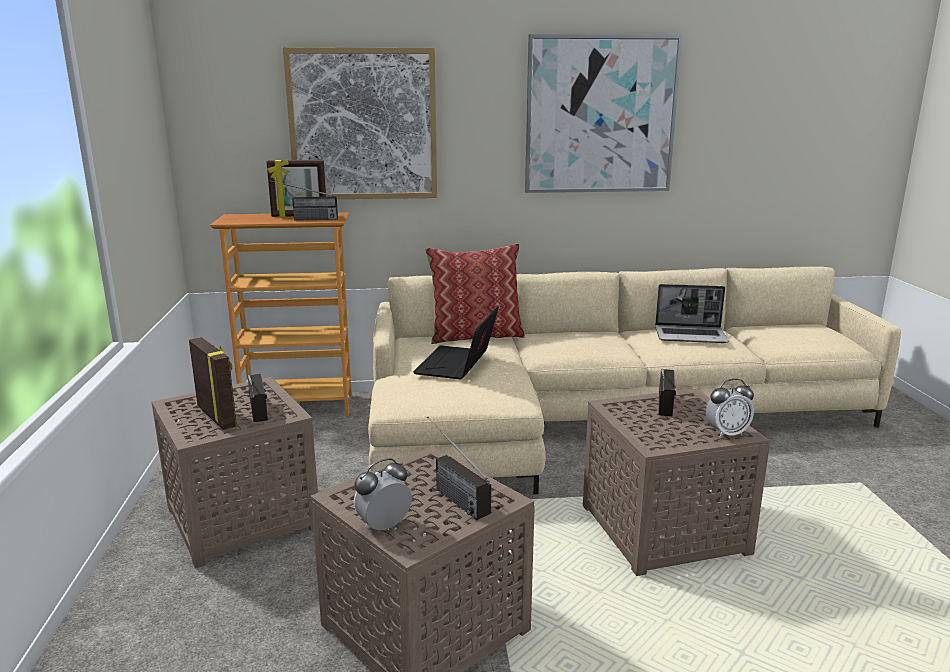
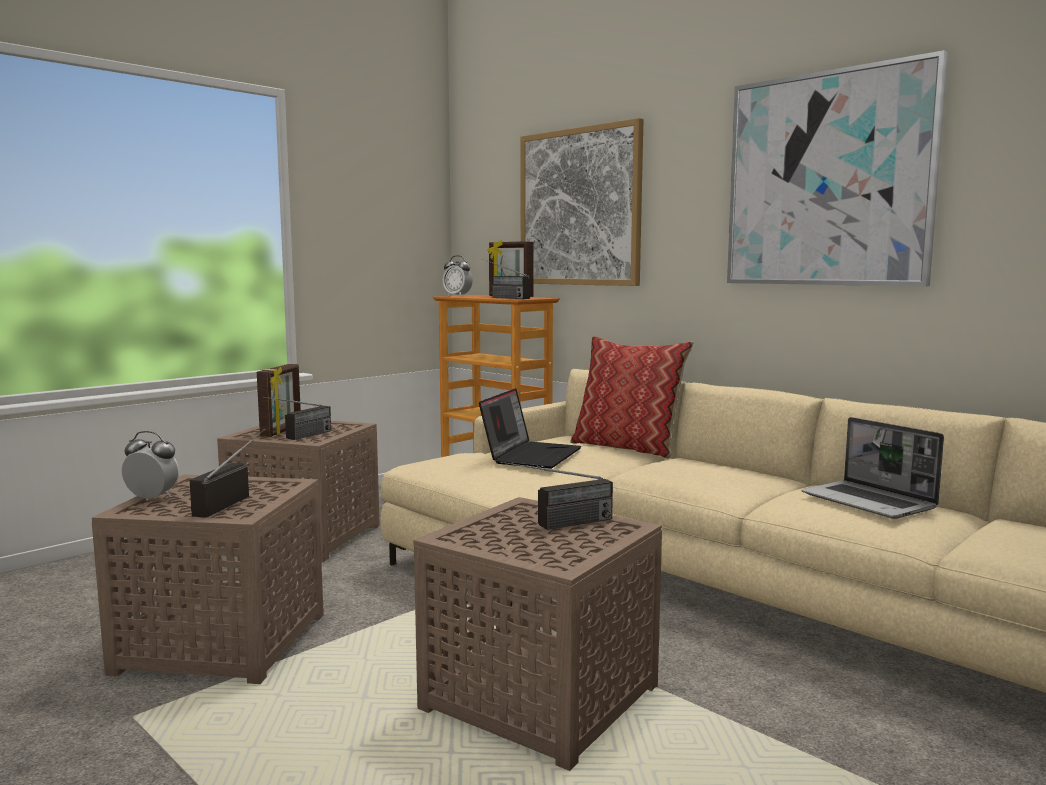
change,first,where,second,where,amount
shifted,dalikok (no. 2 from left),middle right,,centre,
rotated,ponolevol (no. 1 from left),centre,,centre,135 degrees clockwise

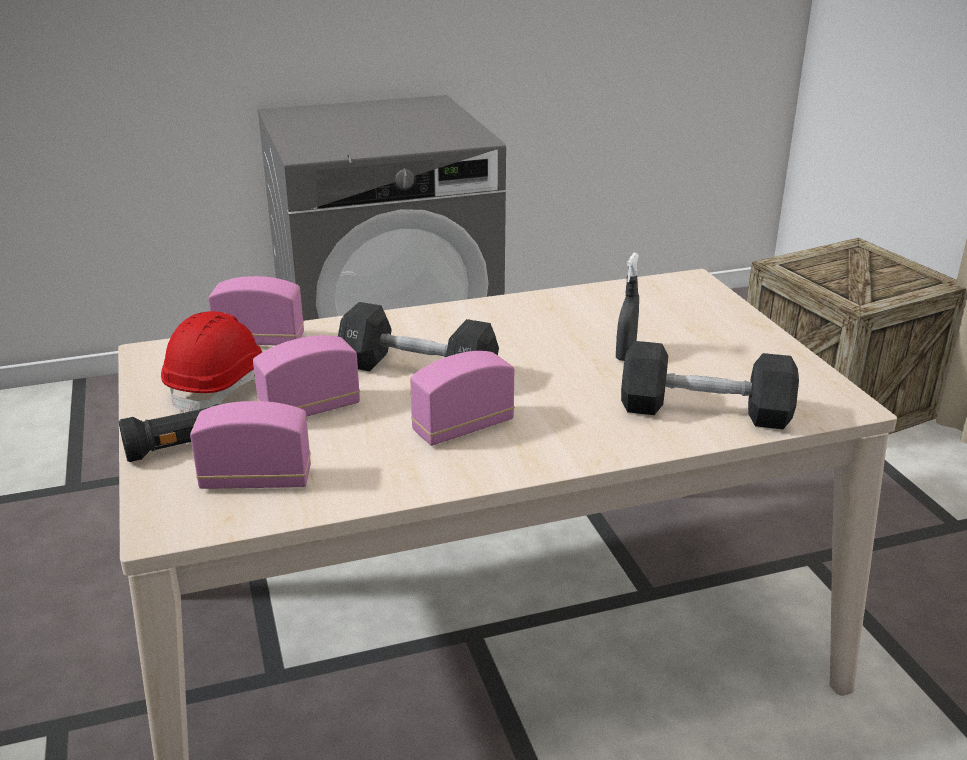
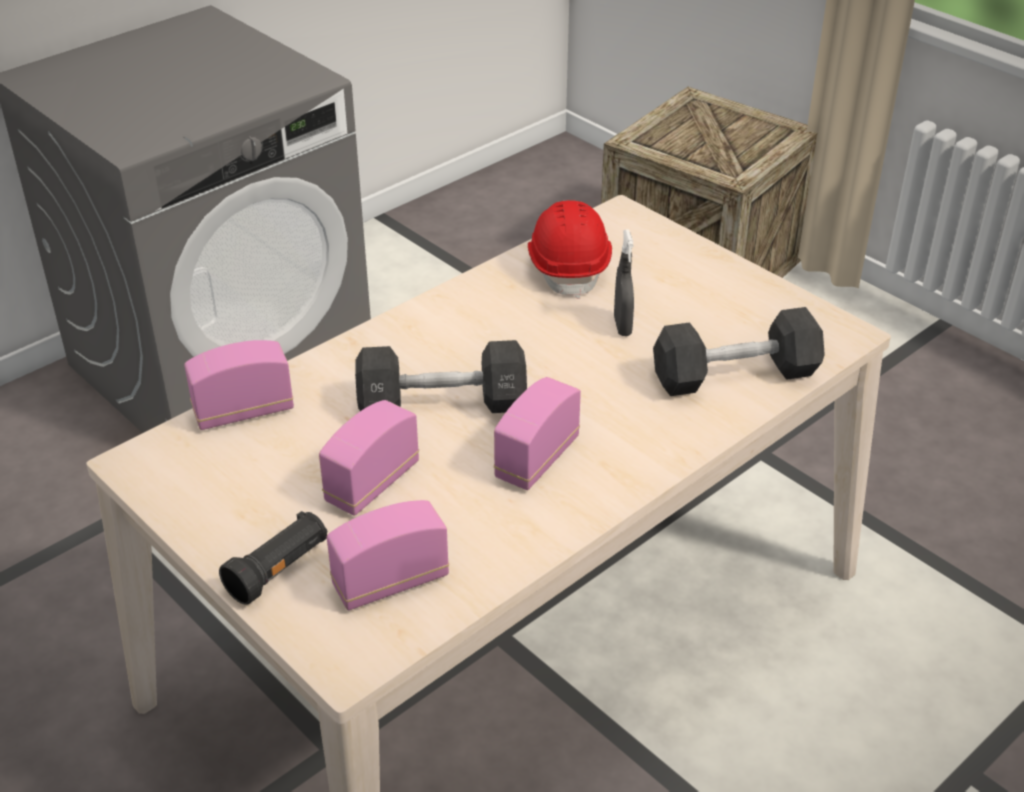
change,first,where,second,where,amount
shifted,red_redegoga,middle left,,top centre,

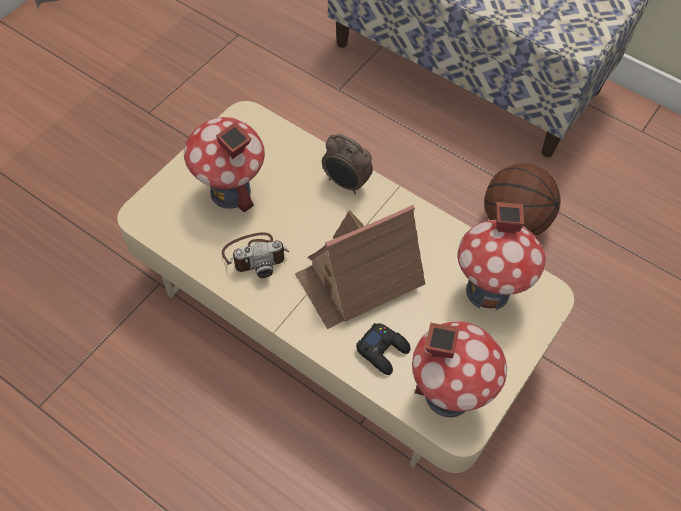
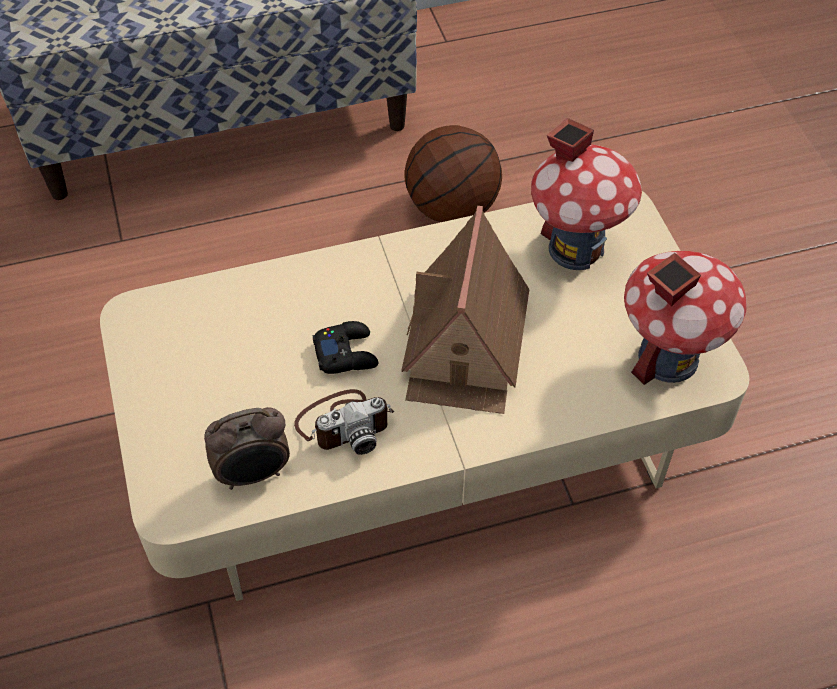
change,first,where,second,where,amount
shifted,dalikok,top centre,,middle left,
rotated,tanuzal,centre,,centre,45 degrees clockwise
shifted,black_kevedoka,bottom centre,,centre,
gone,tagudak (no. 1 from left),top left,,,

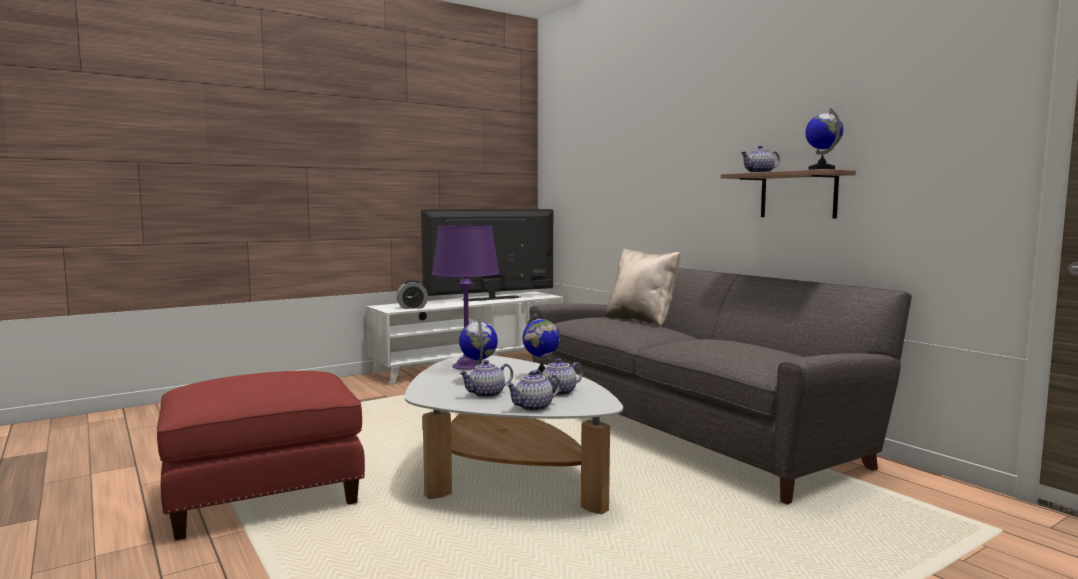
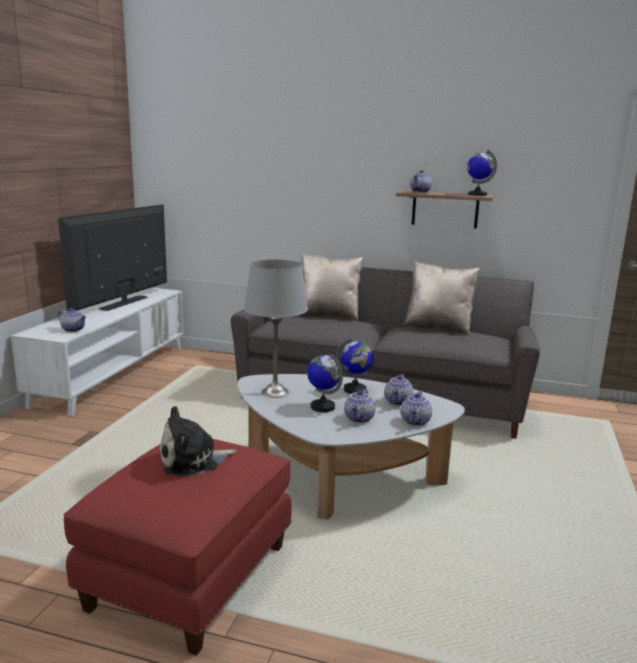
change,first,where,second,where,amount
swapped,dalikok,centre,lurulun (no. 1 from left),middle left,
new,,,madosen,middle left,
repainted,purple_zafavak,centre,grey_zafavak,centre,
new,,,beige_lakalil (no. 2 from left),middle right,

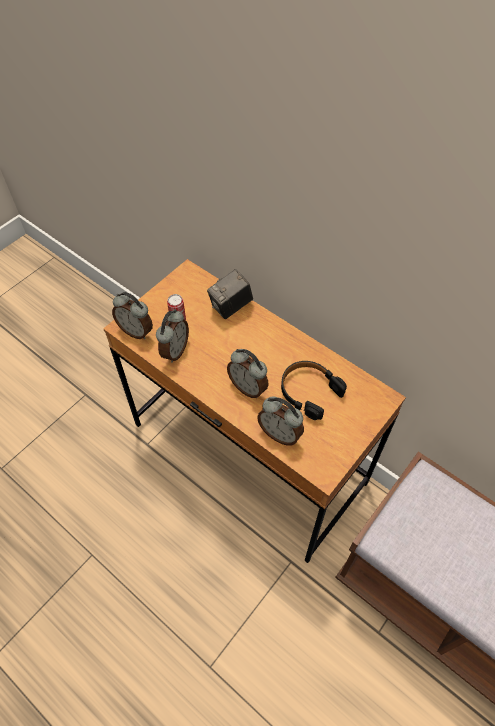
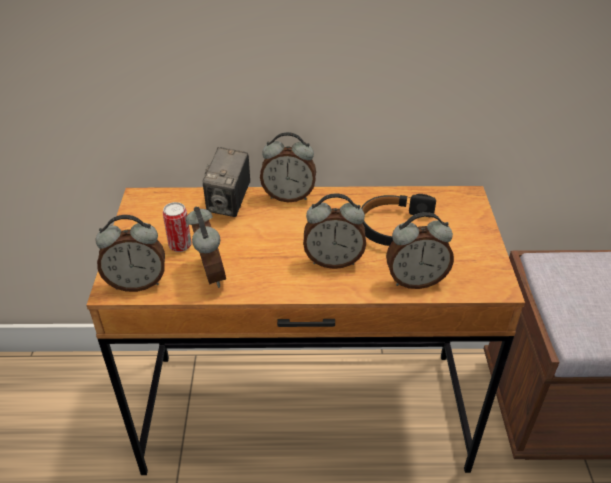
change,first,where,second,where,amount
new,,,dalikok (no. 3 from left),centre,

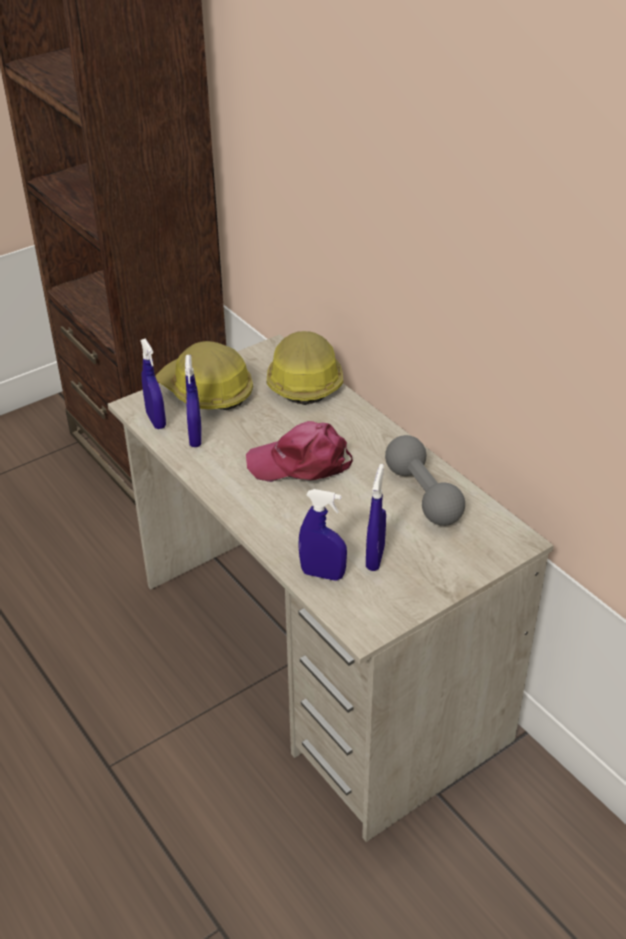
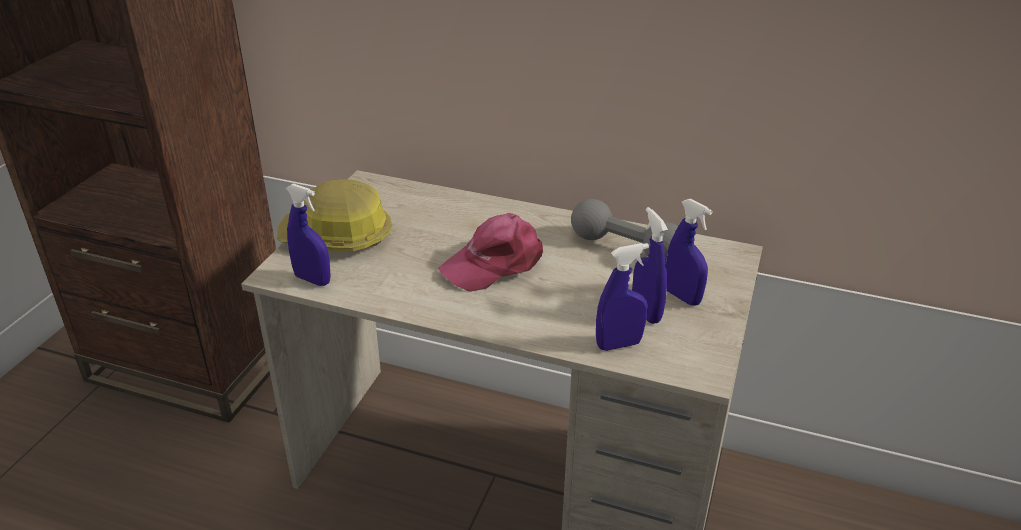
change,first,where,second,where,amount
shifted,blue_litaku (no. 2 from left in the first image),middle left,blue_litaku (no. 4 from left),middle right,
gone,redegoga (no. 2 from left),centre,,,

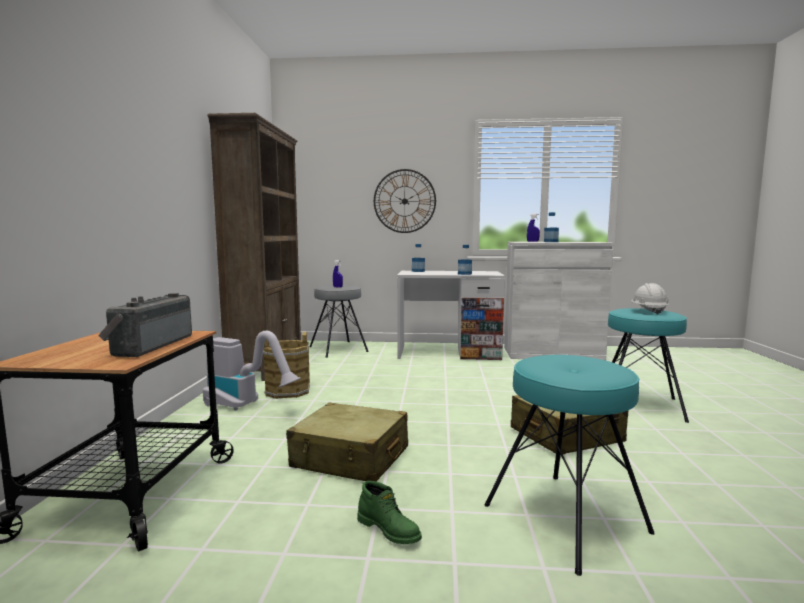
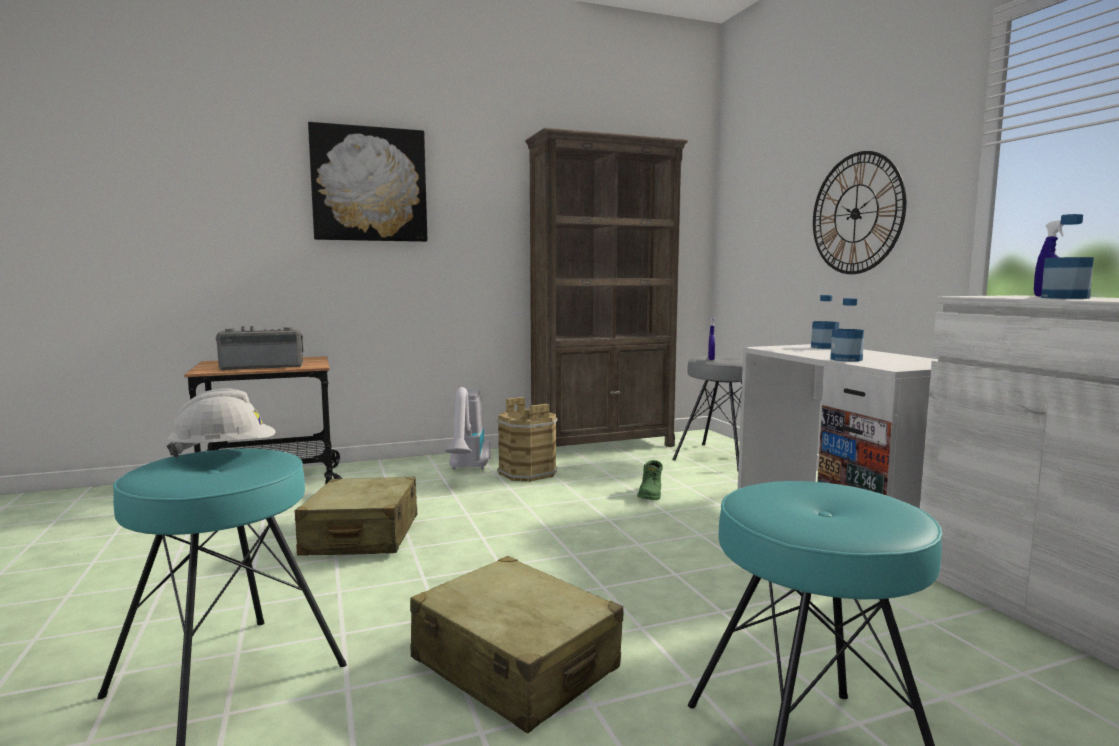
change,first,where,second,where,amount
shifted,white_redegoga,middle right,,middle left,
new,,,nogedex,top left,
shifted,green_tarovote,bottom centre,,centre,

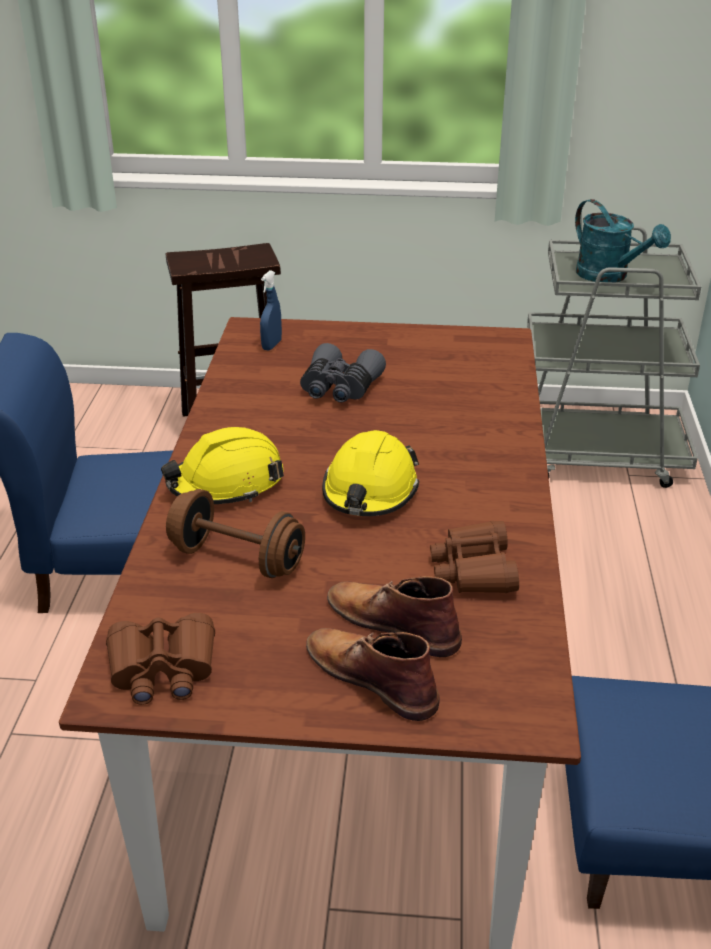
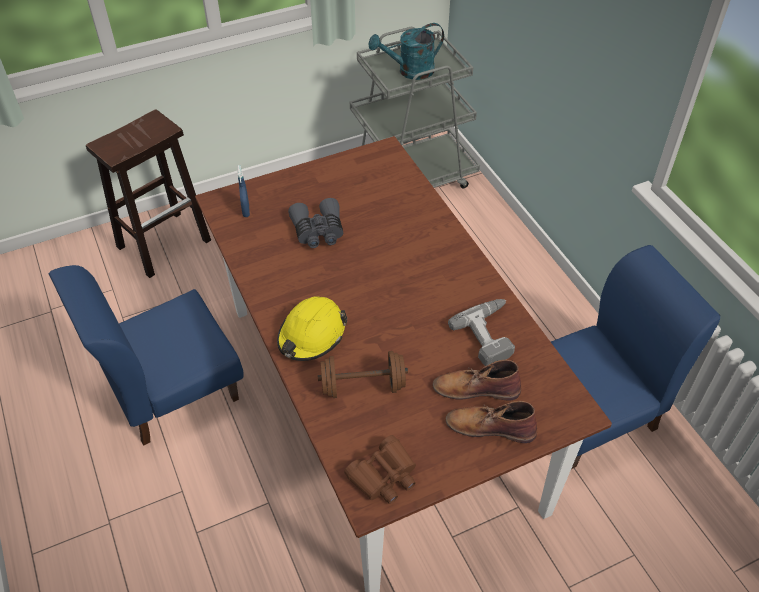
change,first,where,second,where,amount
rotated,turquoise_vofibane,top right,,top centre,135 degrees clockwise
swapped,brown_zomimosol (no. 2 from left),middle right,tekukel,centre,
gone,yellow_redegoga (no. 2 from left),centre,,,

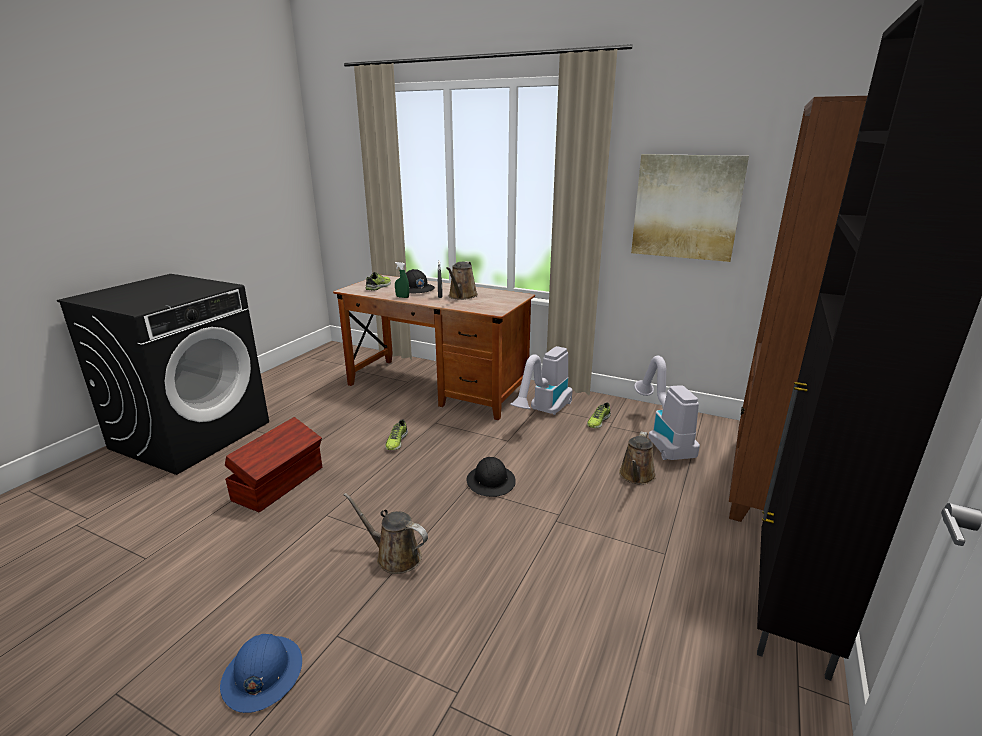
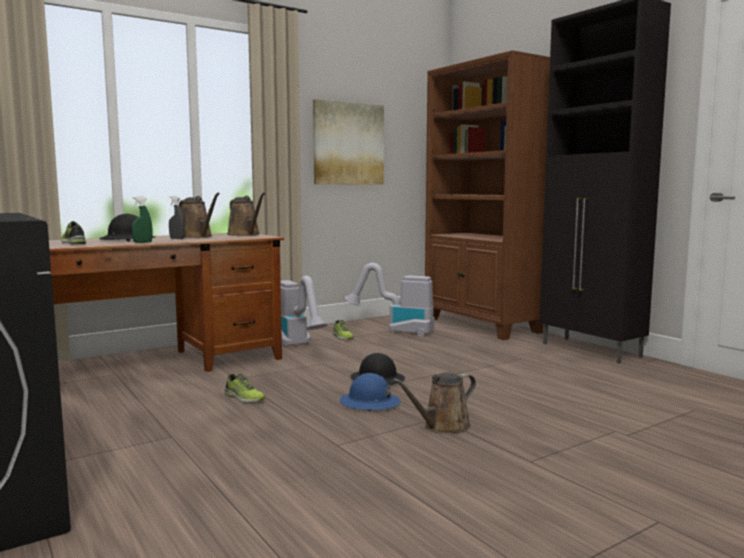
change,first,where,second,where,amount
shifted,brown_vofibane (no. 3 from left in the first image),centre,brown_vofibane (no. 2 from left),middle left,
shifted,blue_redegoga,bottom left,,bottom centre,
gone,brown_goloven,middle left,,,

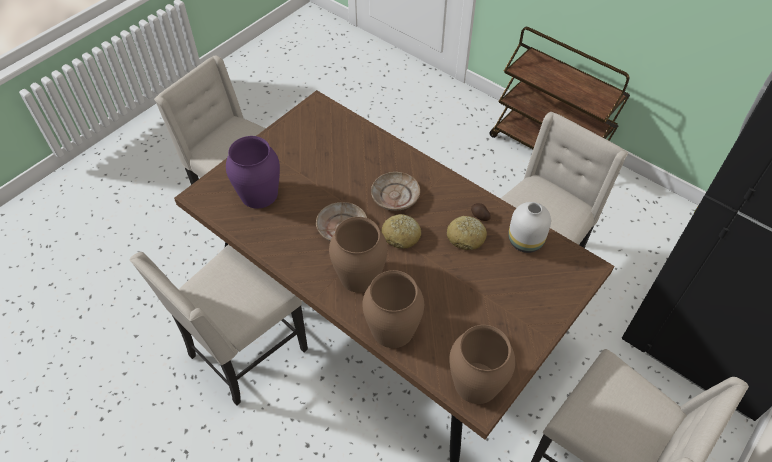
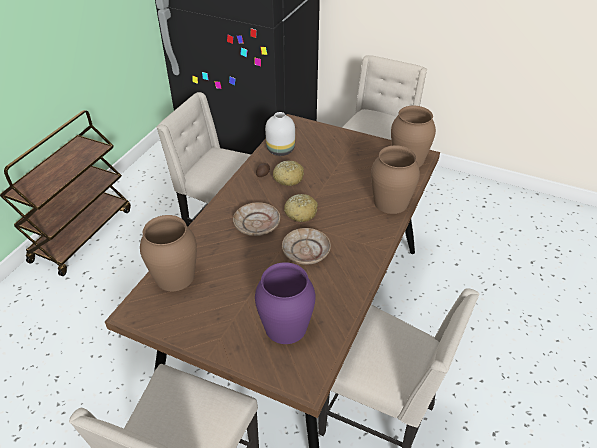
change,first,where,second,where,amount
shifted,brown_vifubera (no. 1 from left),centre,,middle left,

